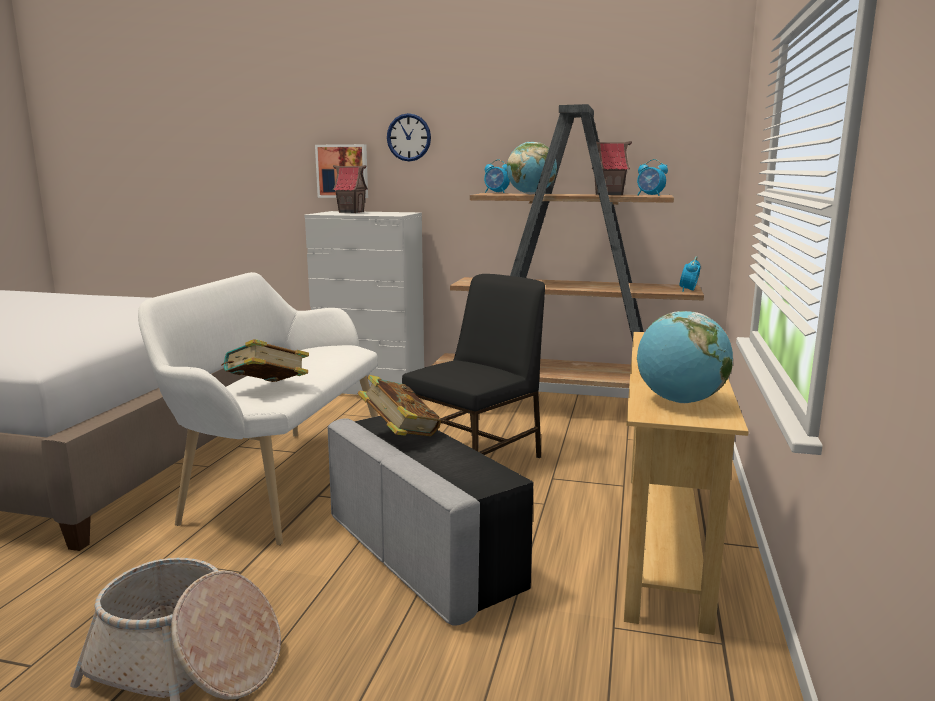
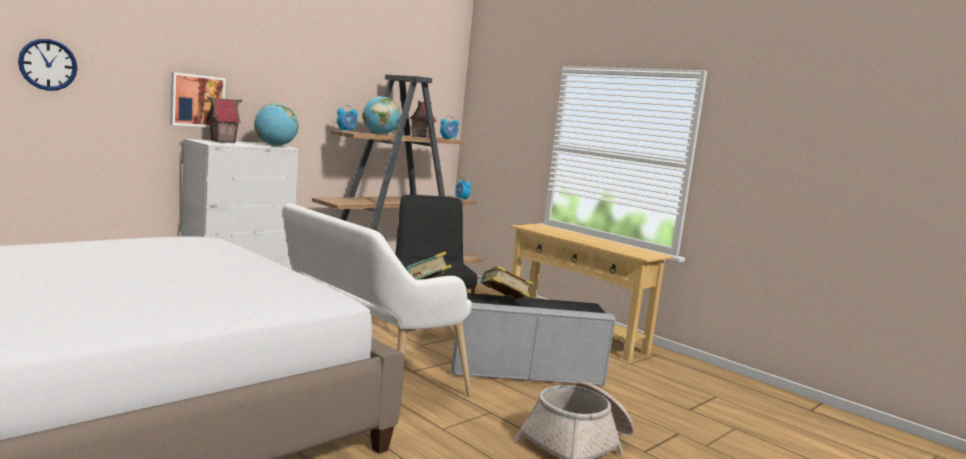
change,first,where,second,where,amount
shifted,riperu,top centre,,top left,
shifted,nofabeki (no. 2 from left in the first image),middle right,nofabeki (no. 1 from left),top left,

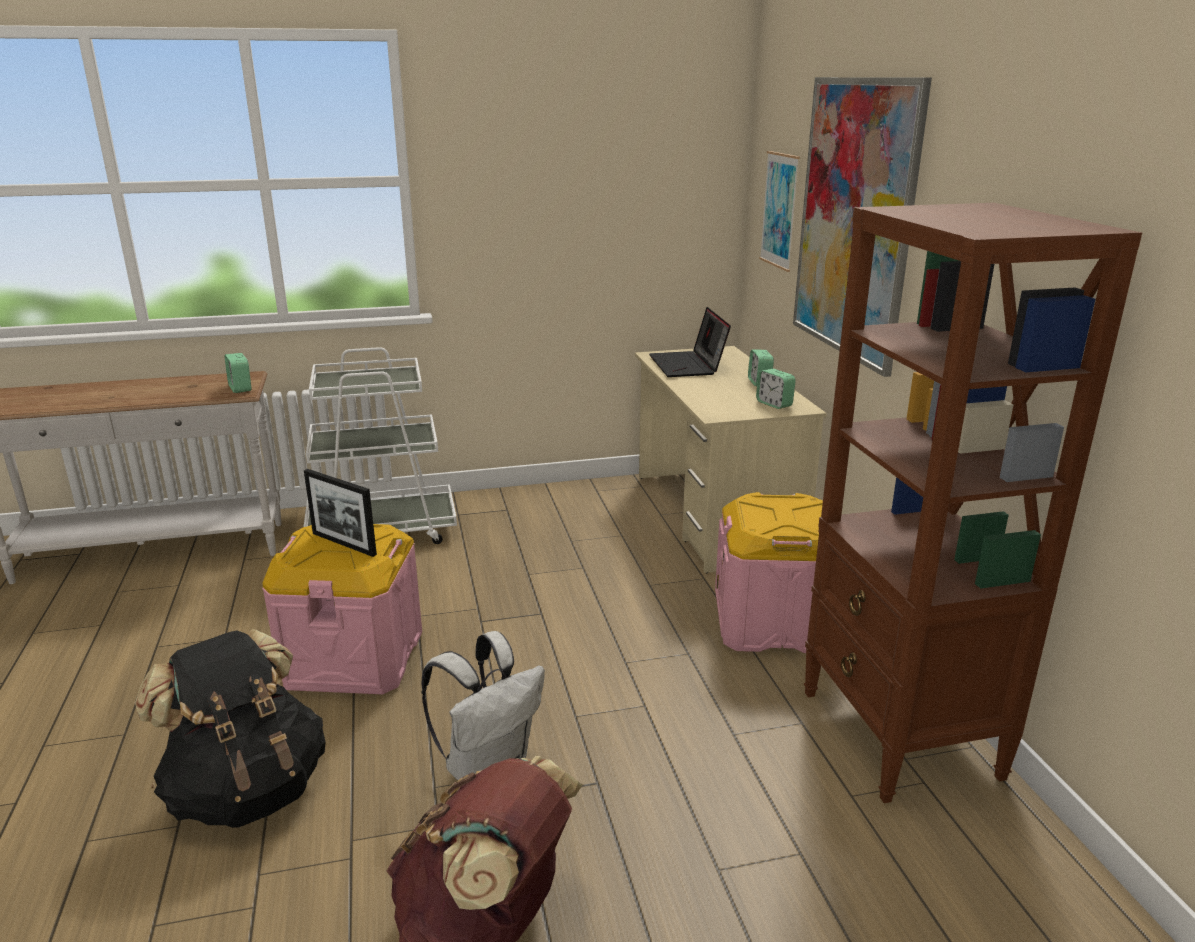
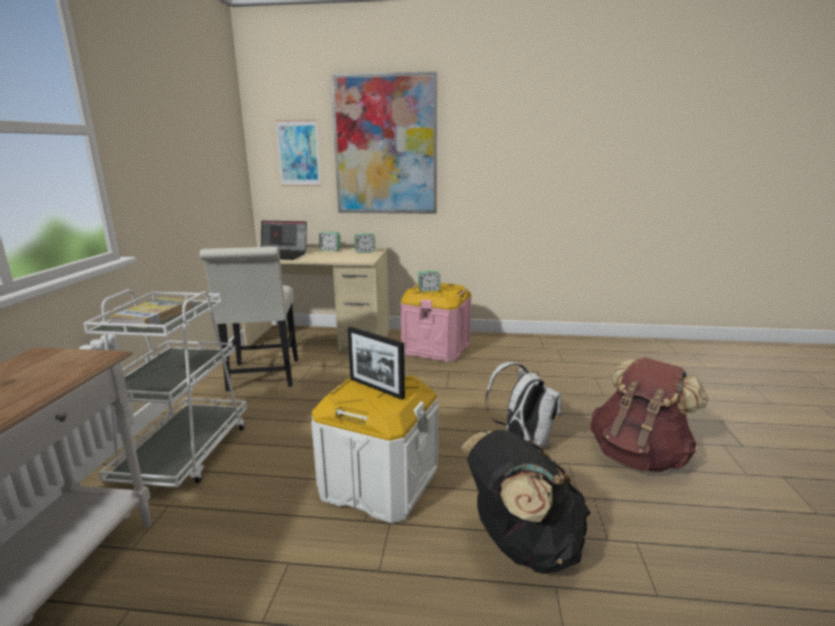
change,first,where,second,where,amount
new,,,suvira,middle left,
new,,,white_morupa,middle left,
repainted,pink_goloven (no. 1 from left),middle left,white_goloven,bottom centre,
rotated,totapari,middle left,,centre,75 degrees clockwise
shifted,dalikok (no. 1 from left in the first image),middle left,dalikok (no. 3 from left),centre,
gone,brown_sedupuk,middle right,,,

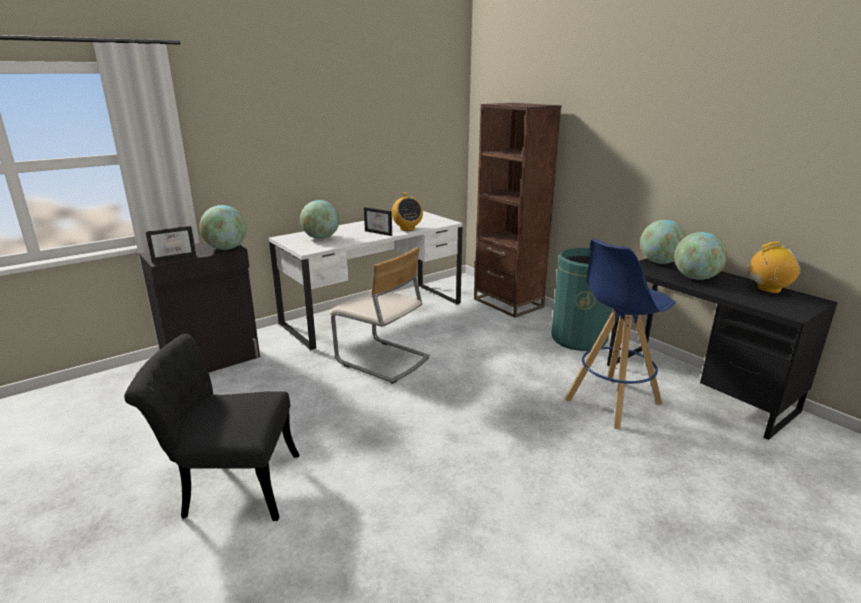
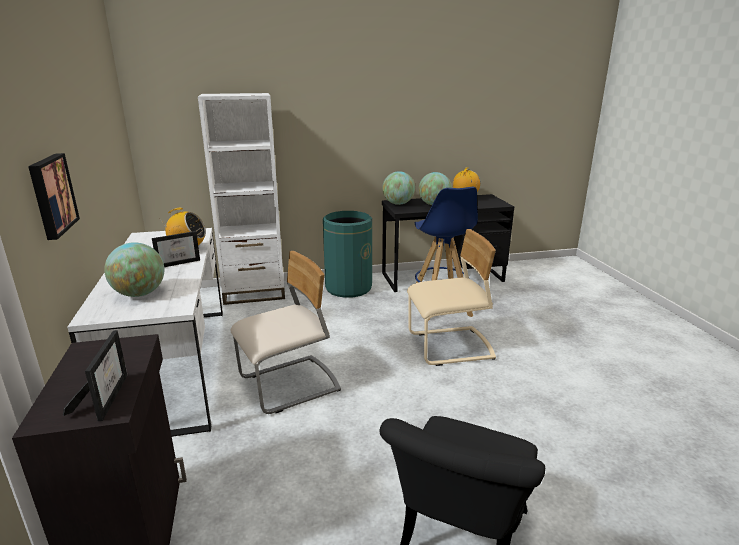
change,first,where,second,where,amount
new,,,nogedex,middle left,
repainted,brown_sedupuk,centre,white_sedupuk,middle left,
new,,,beige_morupa (no. 2 from left),centre,
gone,nofabeki (no. 1 from left),middle left,,,

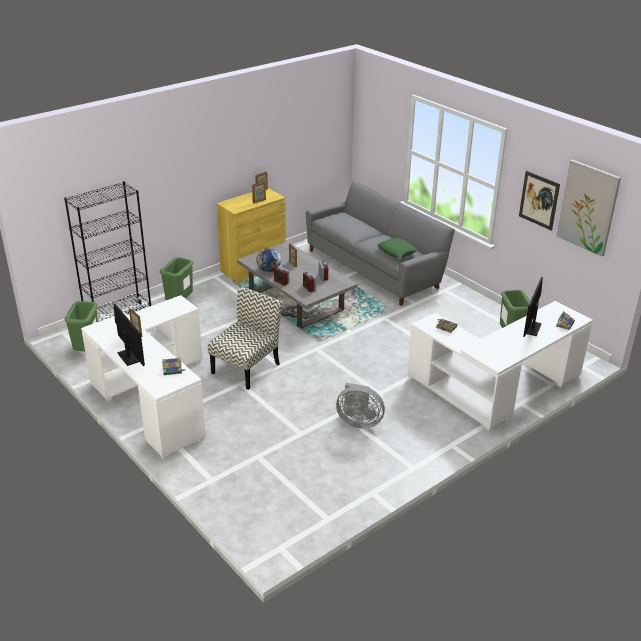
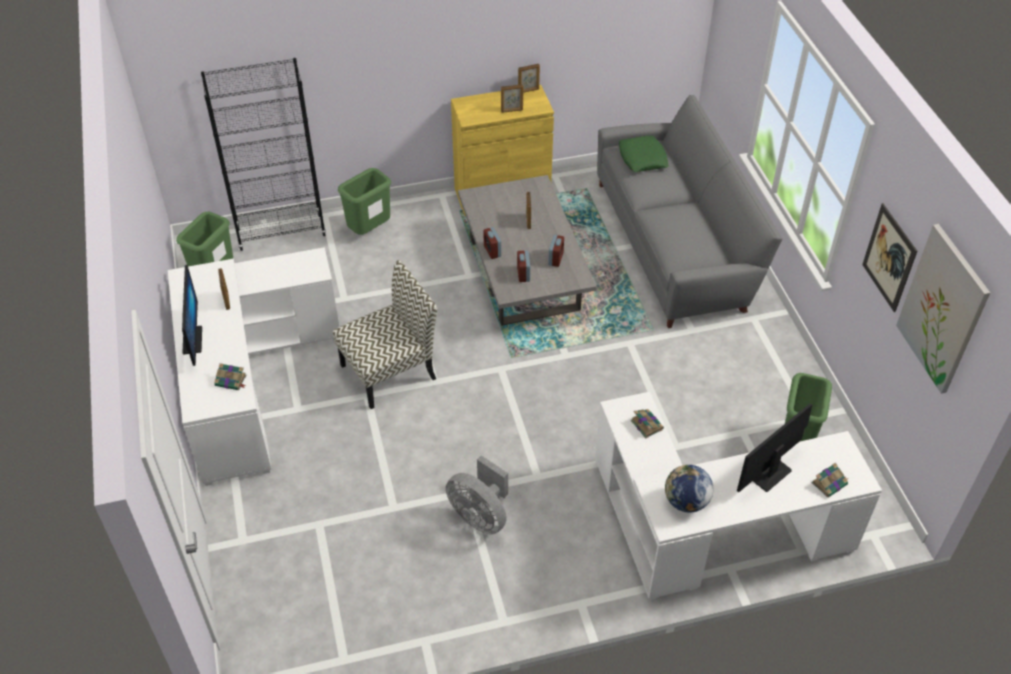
change,first,where,second,where,amount
shifted,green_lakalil,centre,,top centre,
shifted,nofabeki,centre,,bottom right,

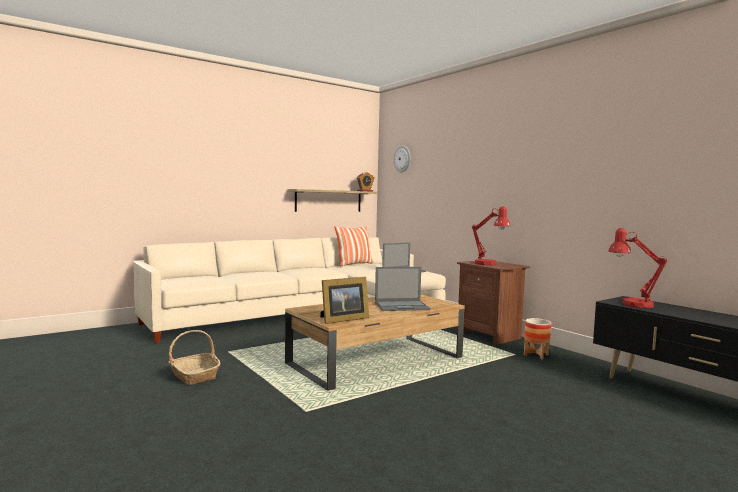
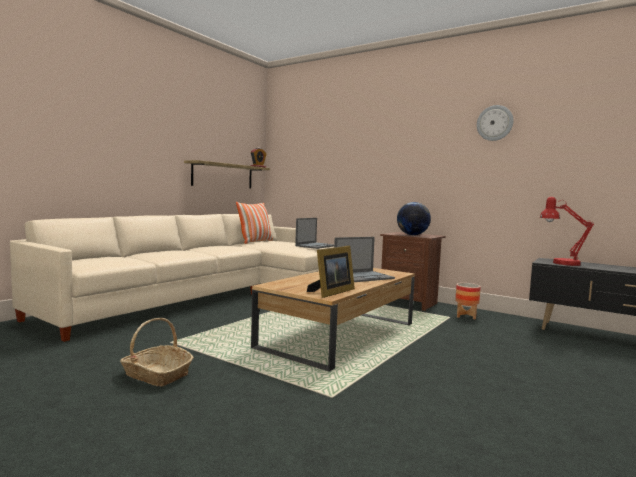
change,first,where,second,where,amount
swapped,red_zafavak (no. 1 from left),centre,nofabeki,centre,
shifted,riperu,top centre,,top right,

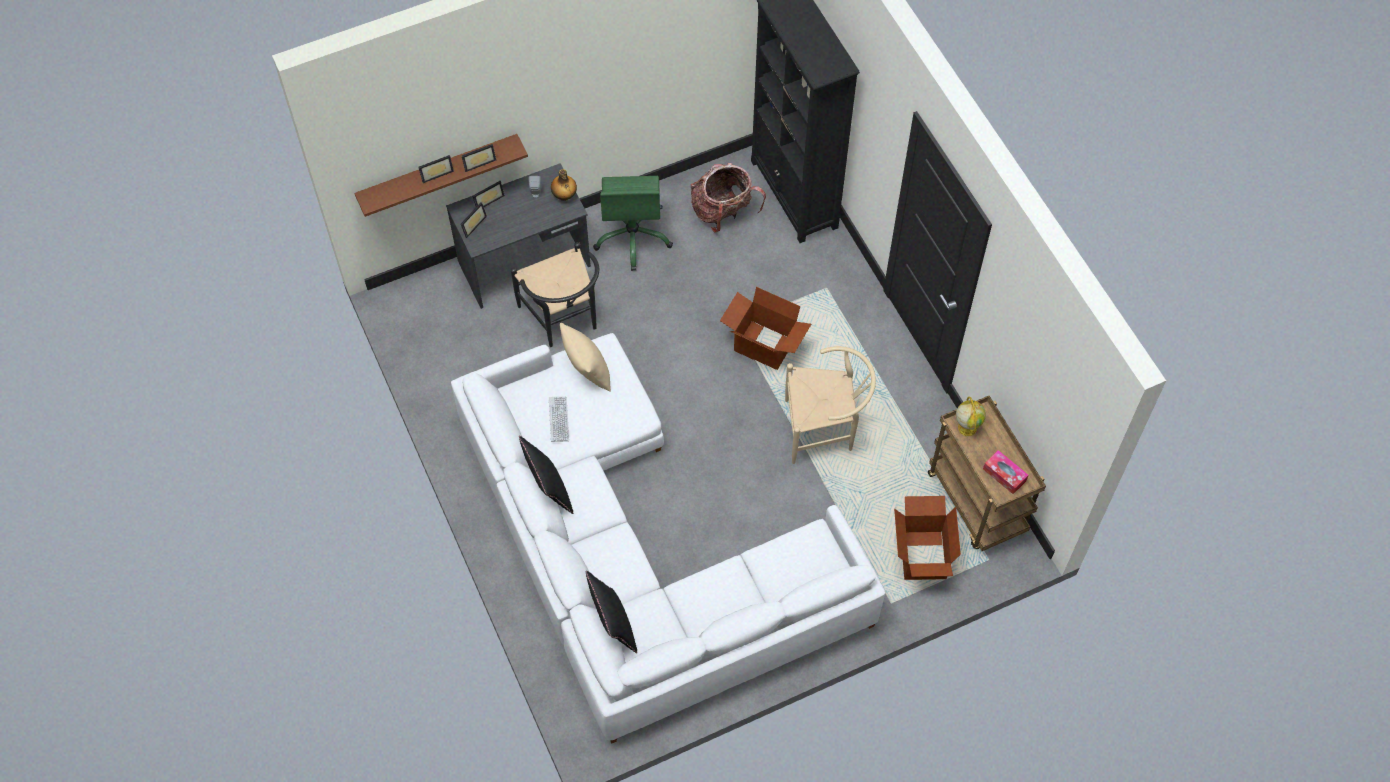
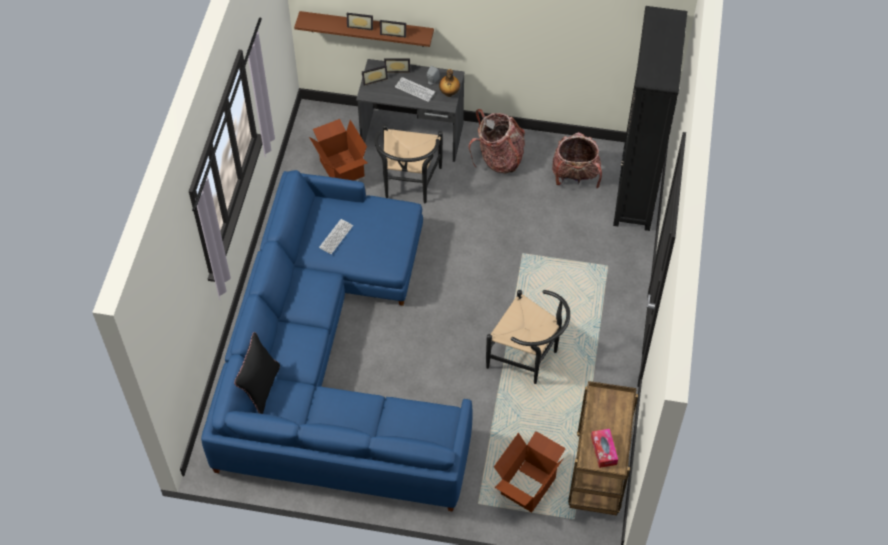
change,first,where,second,where,amount
repainted,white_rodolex,bottom centre,blue_rodolex,centre,
shifted,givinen (no. 1 from left),centre,,top centre,
new,,,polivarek (no. 2 from left),top centre,
swapped,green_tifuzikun,top centre,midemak (no. 1 from left),top centre,
repainted,beige_morupa,centre,black_morupa (no. 2 from left),centre,
gone,black_lakalil (no. 1 from left),centre,,,
gone,beige_lakalil,centre,,,
gone,nofabeki,middle right,,,

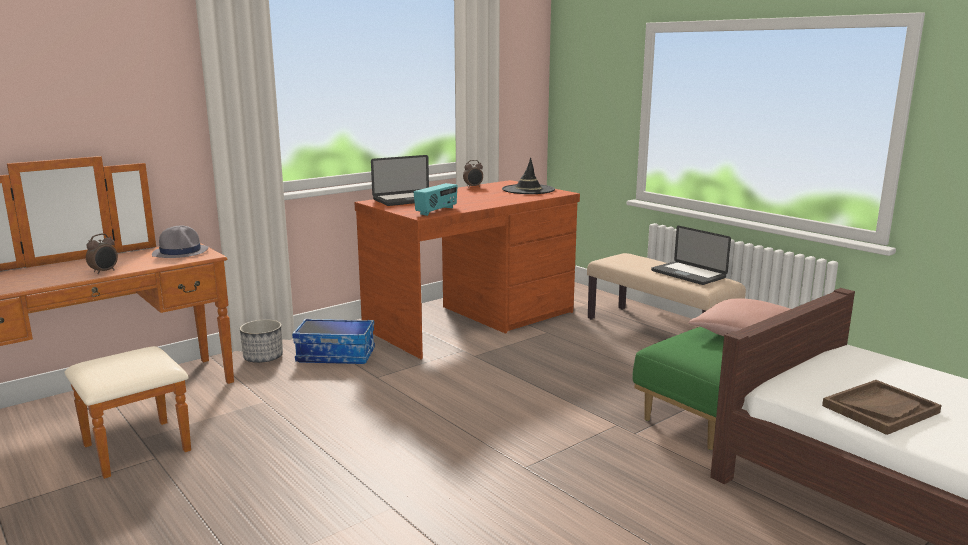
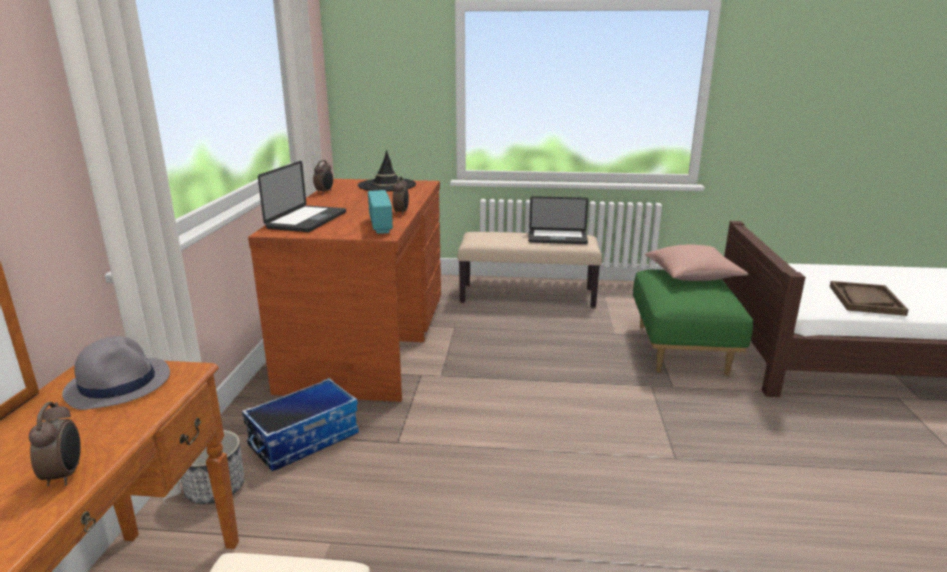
change,first,where,second,where,amount
new,,,dalikok (no. 3 from left),centre,

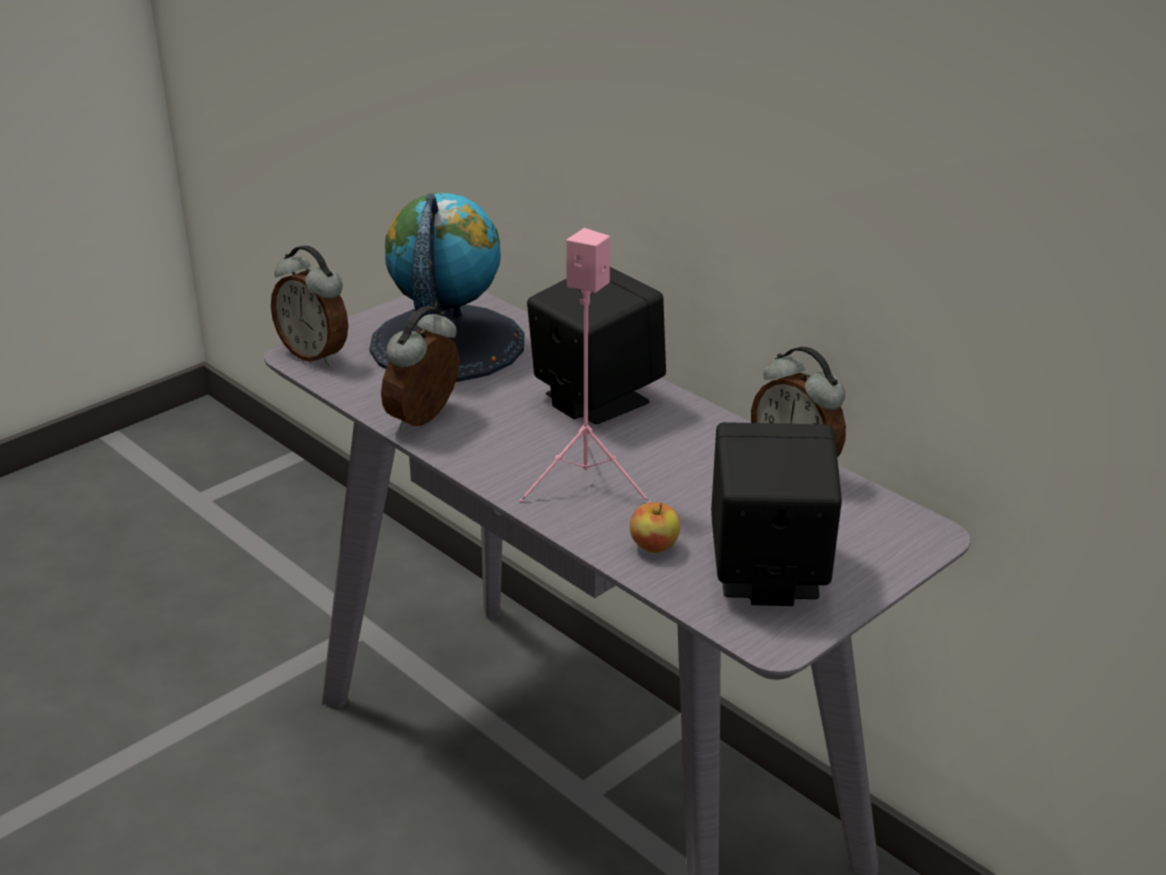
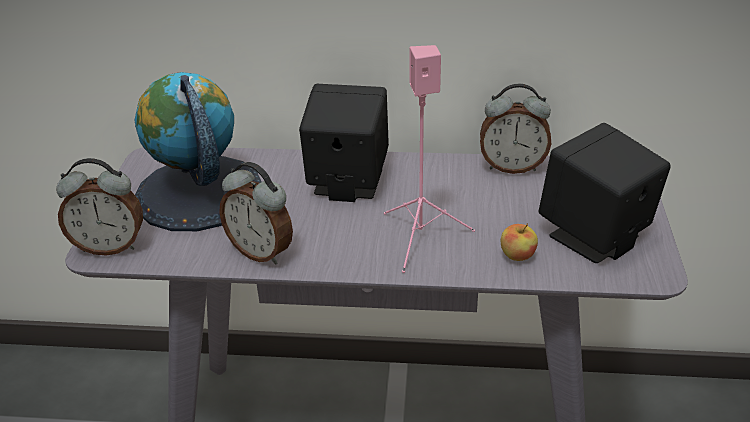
change,first,where,second,where,amount
rotated,dalikok (no. 2 from left),centre,,centre,45 degrees counterclockwise

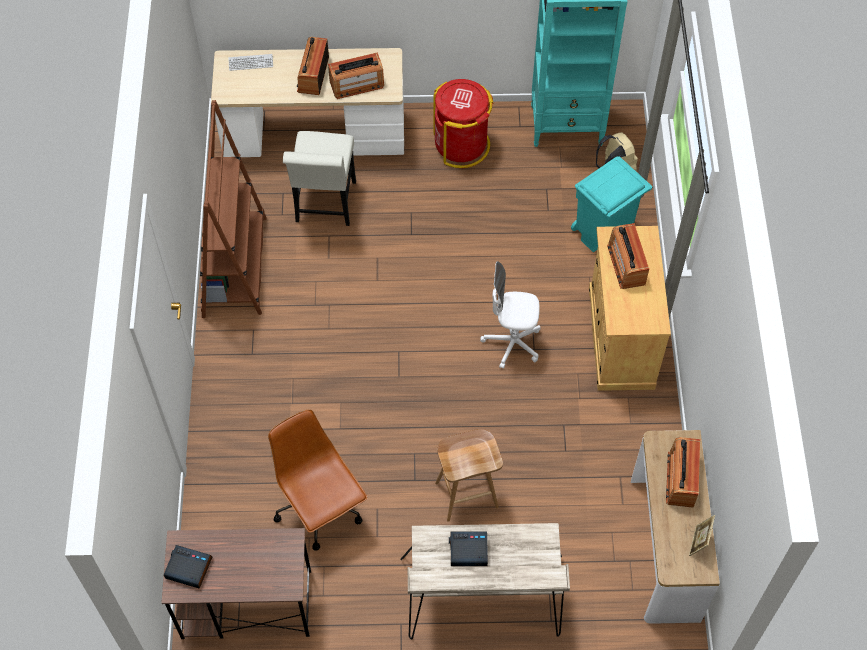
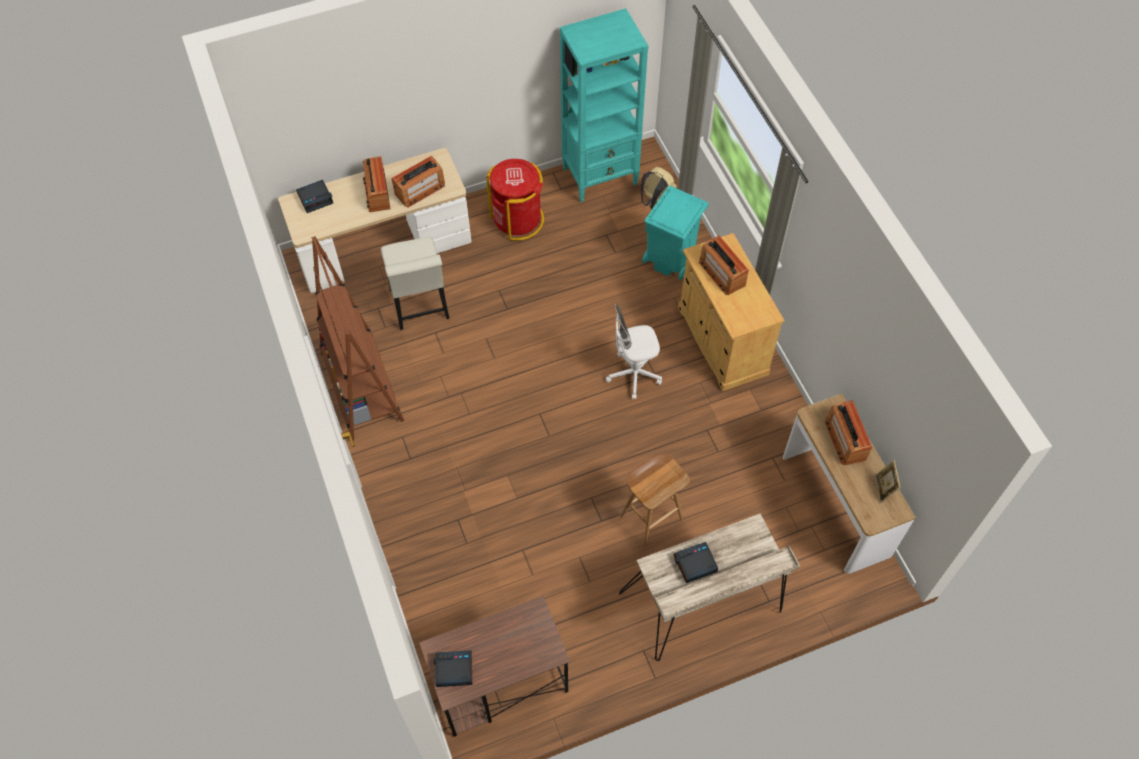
change,first,where,second,where,amount
swapped,polivarek,top left,dalikok (no. 1 from left),top left,
gone,brown_tifuzikun,bottom centre,,,

